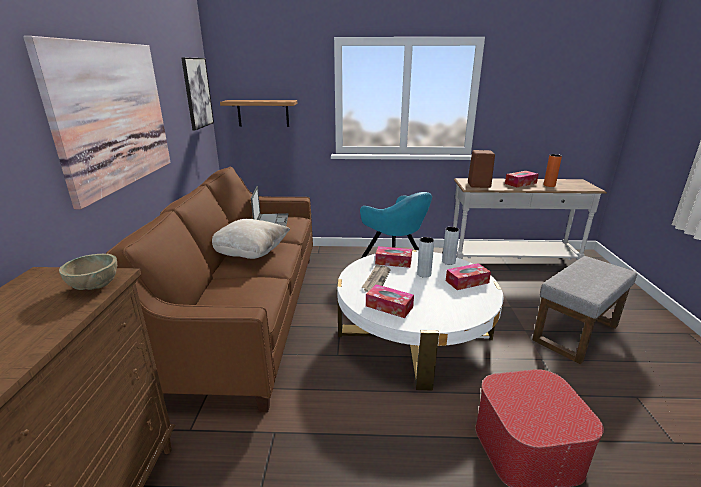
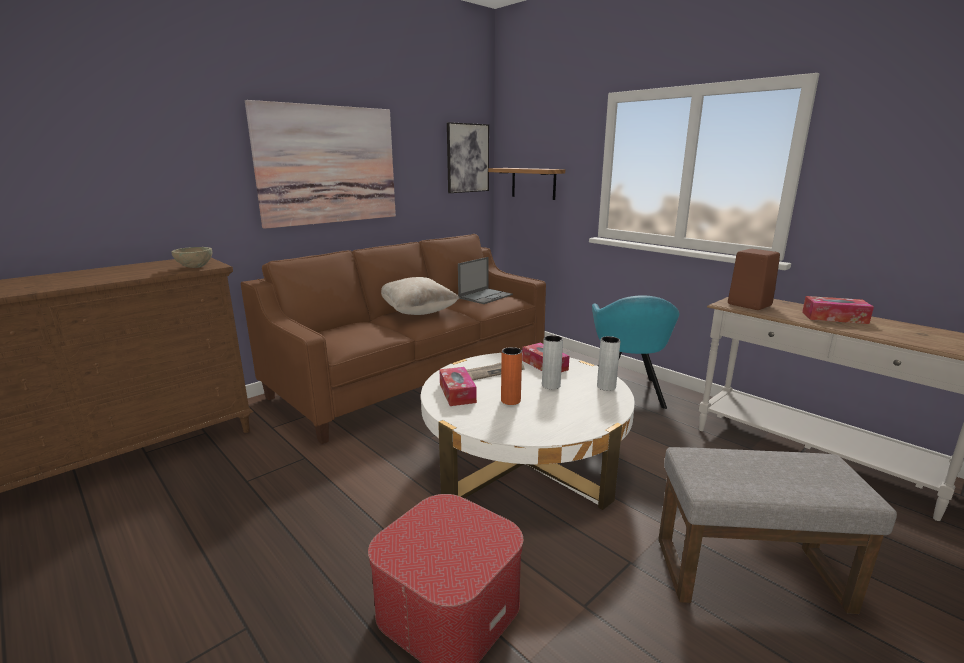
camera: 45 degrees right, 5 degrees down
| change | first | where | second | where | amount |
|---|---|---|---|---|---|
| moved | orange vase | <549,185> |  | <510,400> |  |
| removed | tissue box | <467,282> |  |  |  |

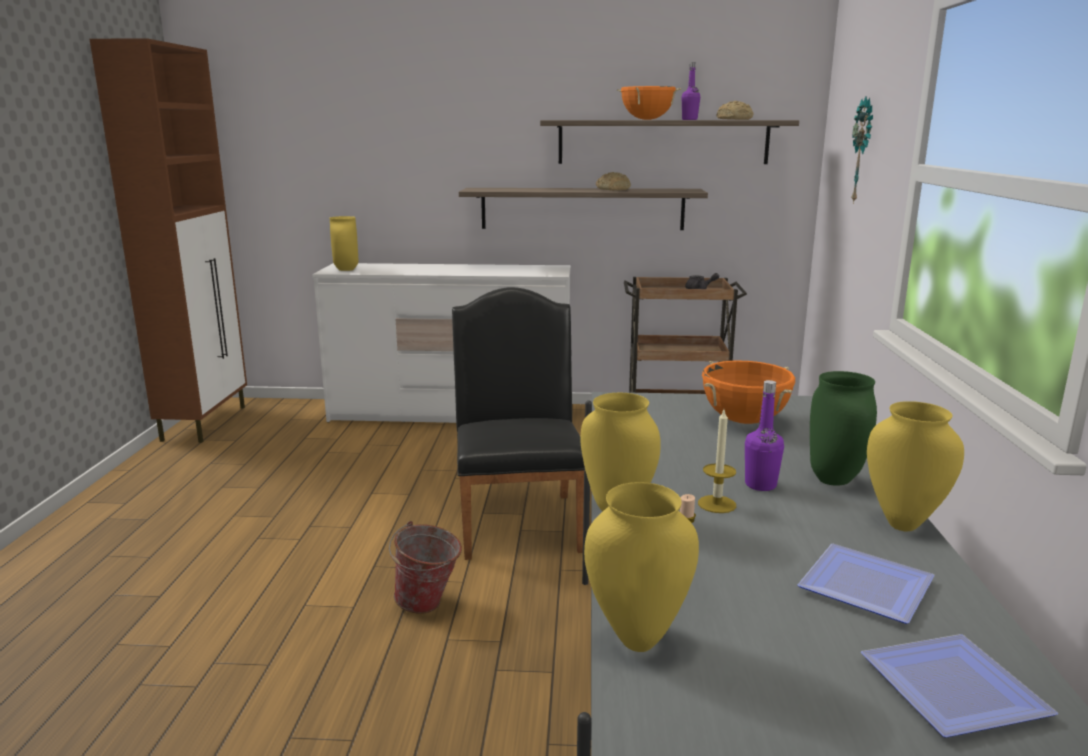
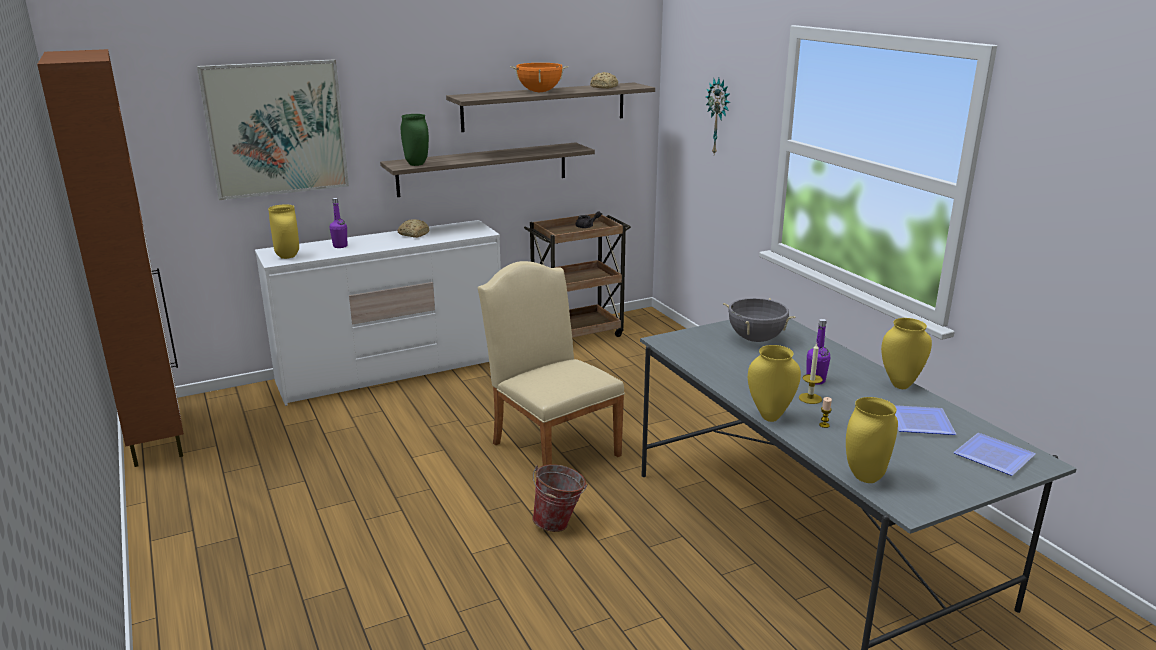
camera: 30 degrees left, 5 degrees up
| change | first | where | second | where | amount |
|---|---|---|---|---|---|
| moved | purple bottle | <689,119> |  | <340,246> |  |
| moved | bread | <613,190> |  | <413,234> |  |
| recoloured | black chair | <519,519> | beige chair | <551,445> |  |
| recoloured | orange cooking pot | <744,421> | grey cooking pot | <756,339> |  |
| moved | green vase | <832,480> |  | <416,164> |  |
| added |  |  | picture | <276,129> |  |

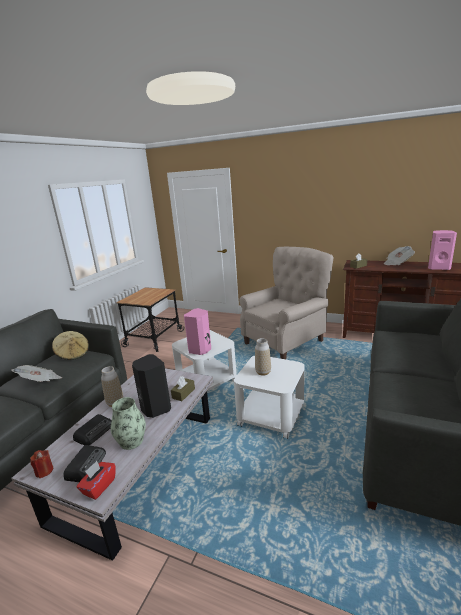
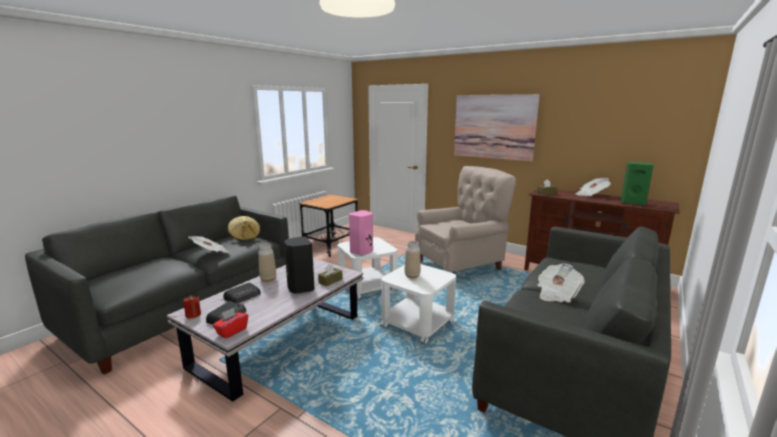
camera: 10 degrees right, 5 degrees down
| change | first | where | second | where | amount |
|---|---|---|---|---|---|
| recoloured | pink speaker | <438,268> | green speaker | <633,203> |  |
| removed | vase | <131,441> |  |  |  |
| added |  |  | picture | <494,127> |  |
| added |  |  | newspaper | <556,294> |  |

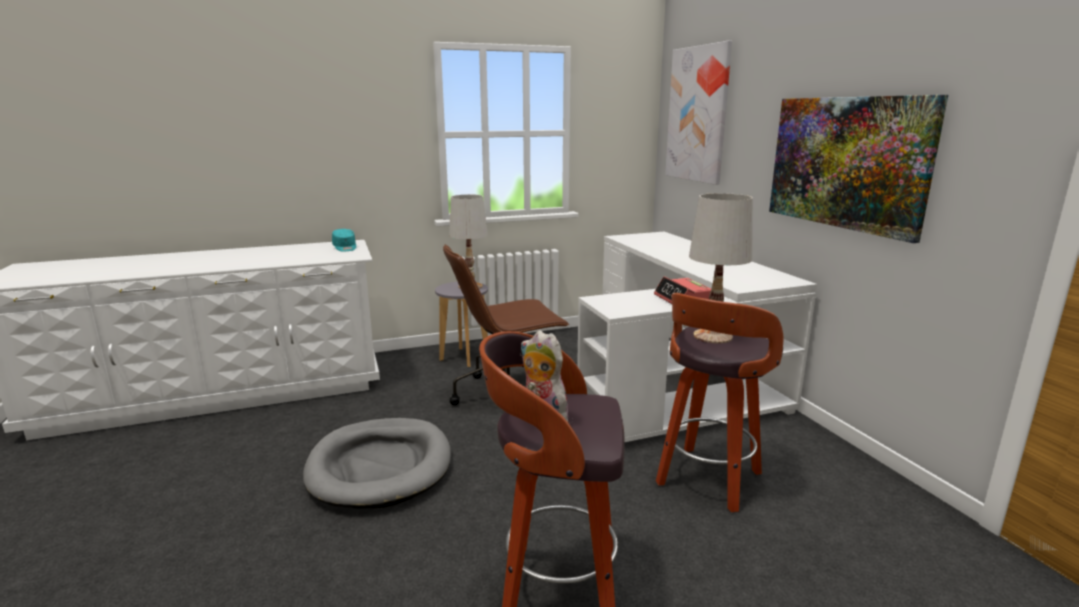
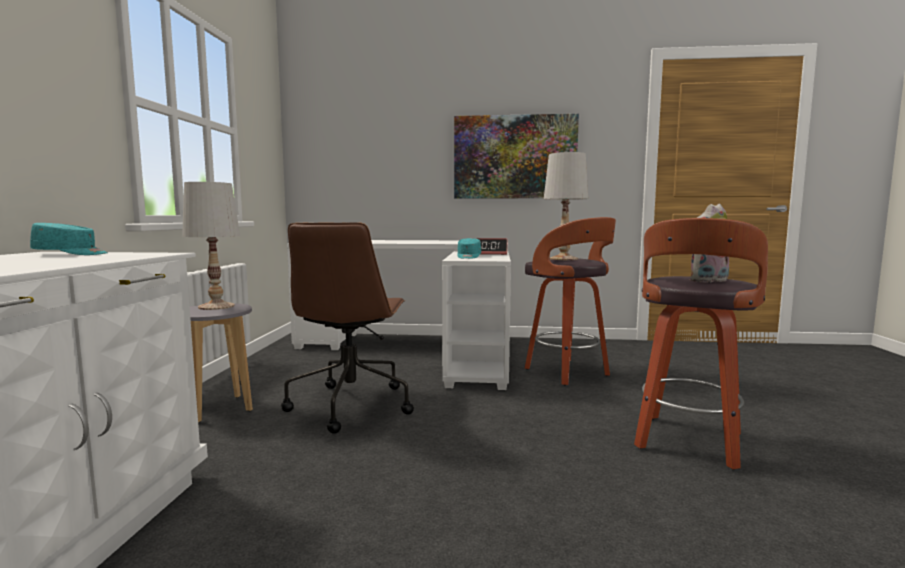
camera: 65 degrees left, 10 degrees down
| change | first | where | second | where | amount |
|---|---|---|---|---|---|
| removed | picture | <698,114> |  |  |  |
| removed | grey dog bed | <380,466> |  |  |  |
| added |  |  | turquoise cap | <468,257> |  |

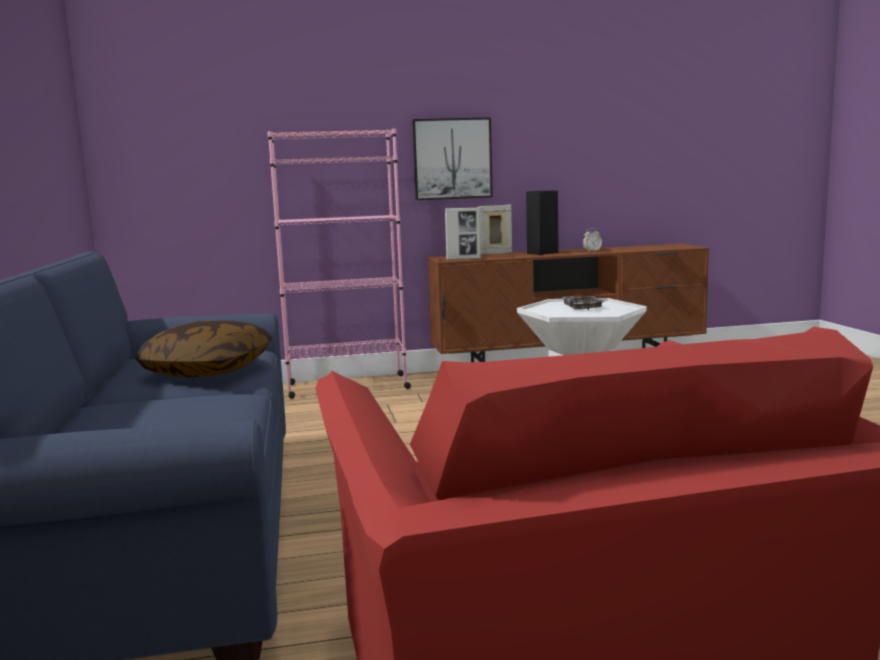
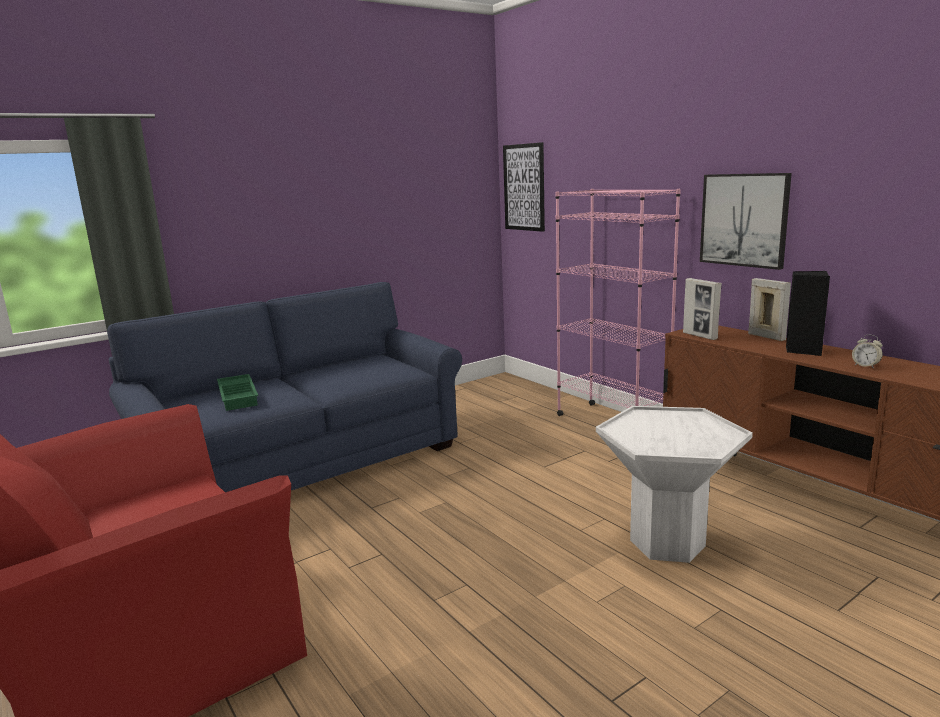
camera: 65 degrees right, 5 degrees up
| change | first | where | second | where | amount |
|---|---|---|---|---|---|
| removed | grey tray | <581,308> |  |  |  |
| removed | pillow | <208,370> |  |  |  |
| added |  |  | picture | <524,187> |  |
| added |  |  | green tray | <239,396> |  |

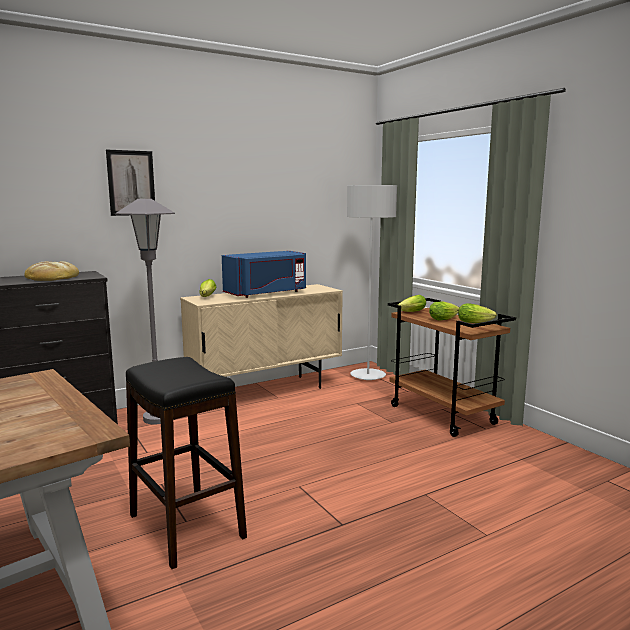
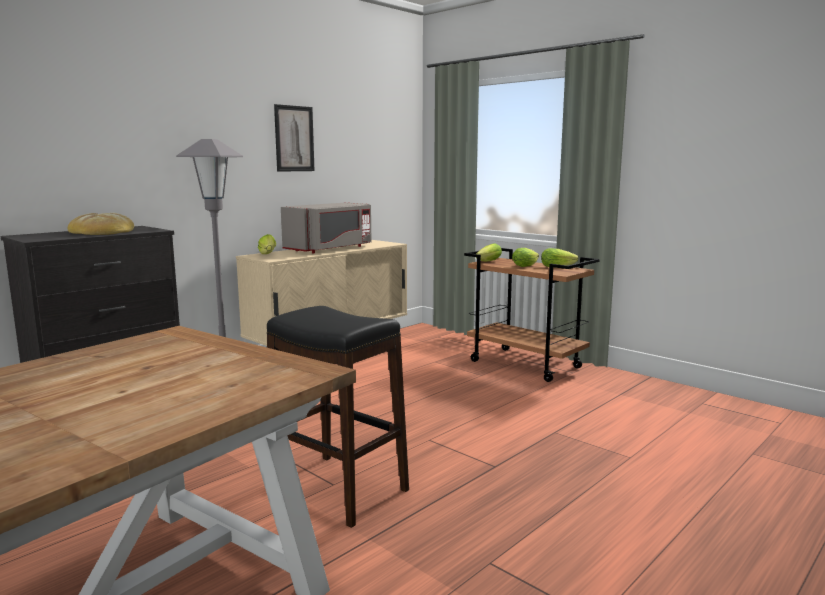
camera: 15 degrees left, 0 degrees up
| change | first | where | second | where | amount |
|---|---|---|---|---|---|
| moved | picture | <131,183> |  | <294,138> |  |
| removed | grey floor lamp | <368,376> |  |  |  |
| recoloured | blue microwave | <266,293> | grey microwave | <330,249> |  |

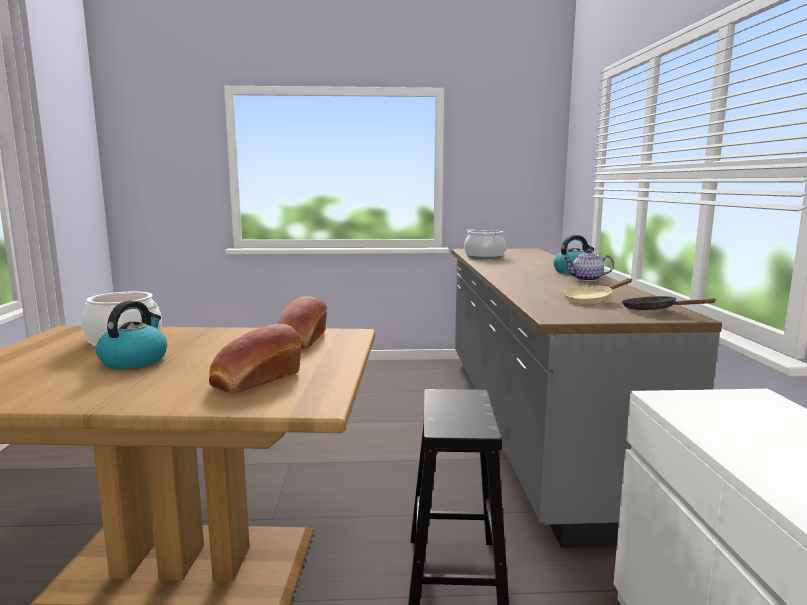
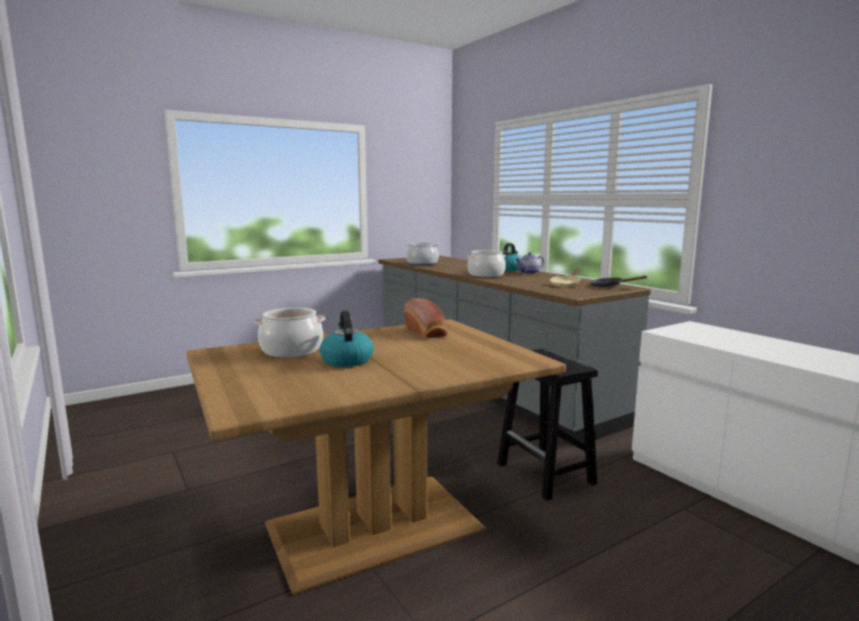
camera: 30 degrees left, 0 degrees up
| change | first | where | second | where | amount |
|---|---|---|---|---|---|
| removed | bread | <254,380> |  |  |  |
| added |  |  | cooking pot | <486,275> |  |

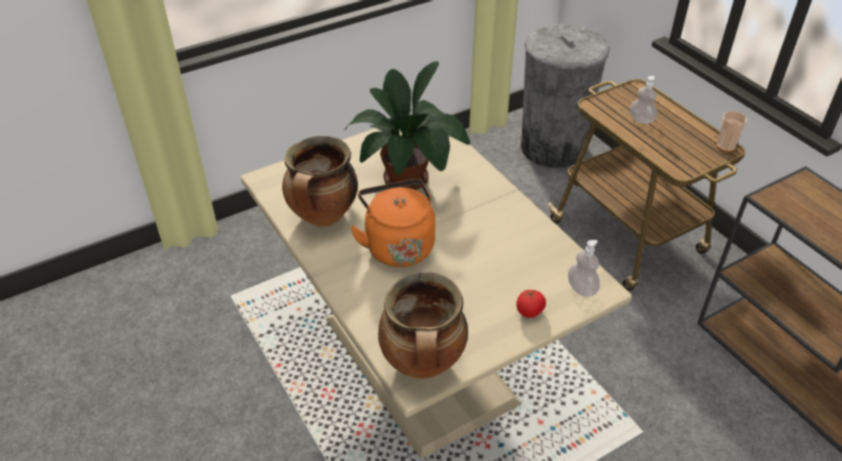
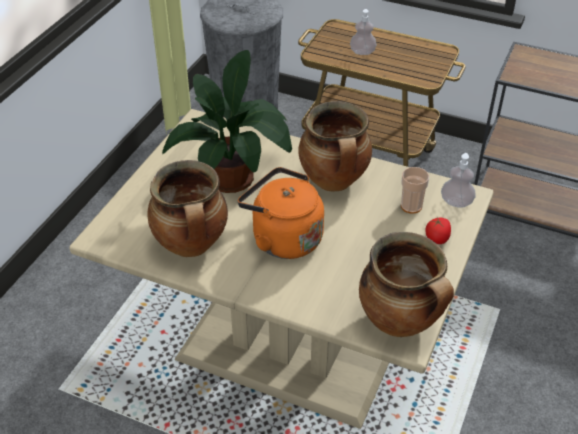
camera: 35 degrees left, 0 degrees up
| change | first | where | second | where | amount |
|---|---|---|---|---|---|
| moved | cup | <725,146> |  | <411,206> |  |
| added |  |  | cooking pot | <334,182> |  |

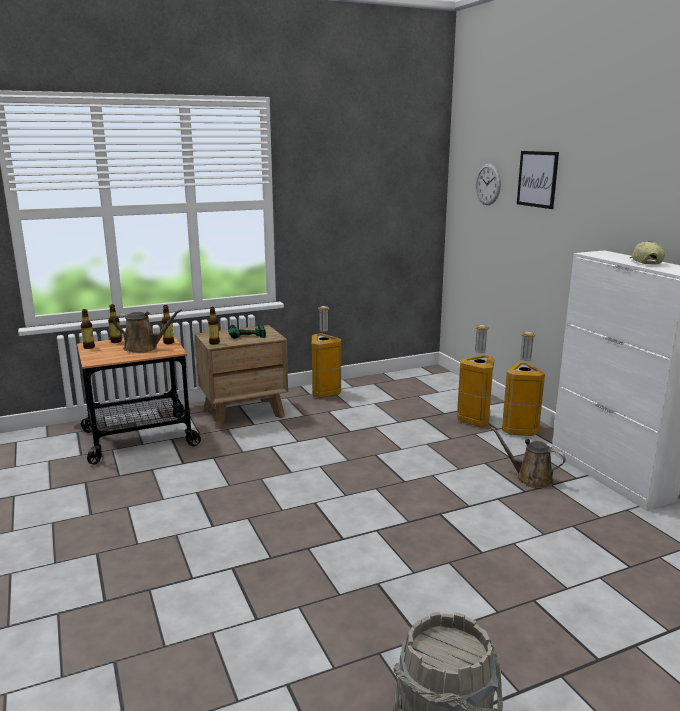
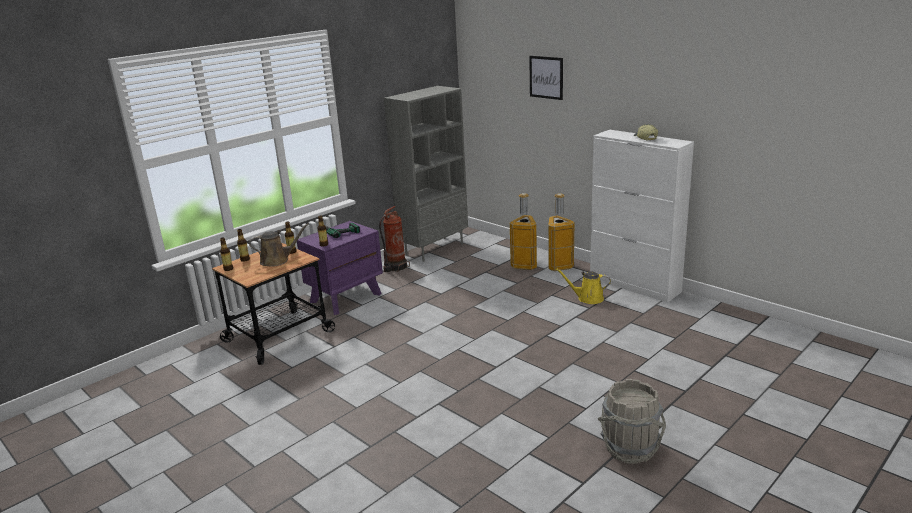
camera: 20 degrees left, 5 degrees up
| change | first | where | second | where | amount |
|---|---|---|---|---|---|
| removed | wall clock | <488,184> |  |  |  |
| replaced | trash can | <324,392> | fire extinguisher | <395,267> |  |
| recoloured | brown nightstand | <244,413> | purple nightstand | <346,297> |  |
| recoloured | brown watering can | <530,478> | yellow watering can | <587,298> |  |
| added |  |  | grey bookcase | <434,249> |  |

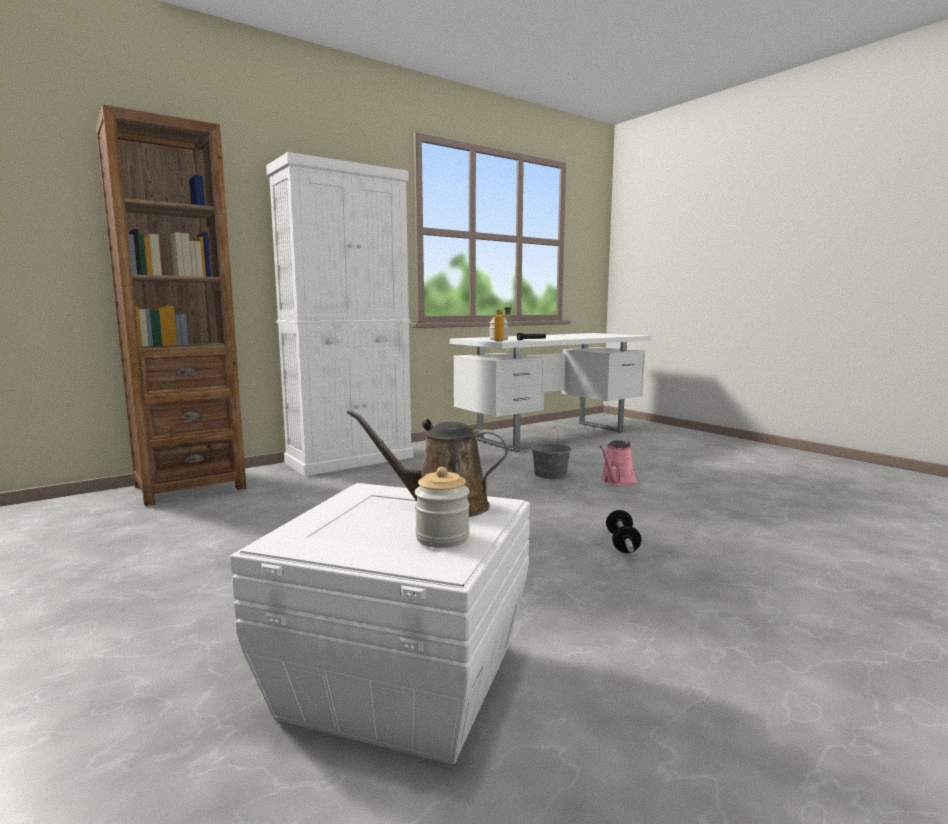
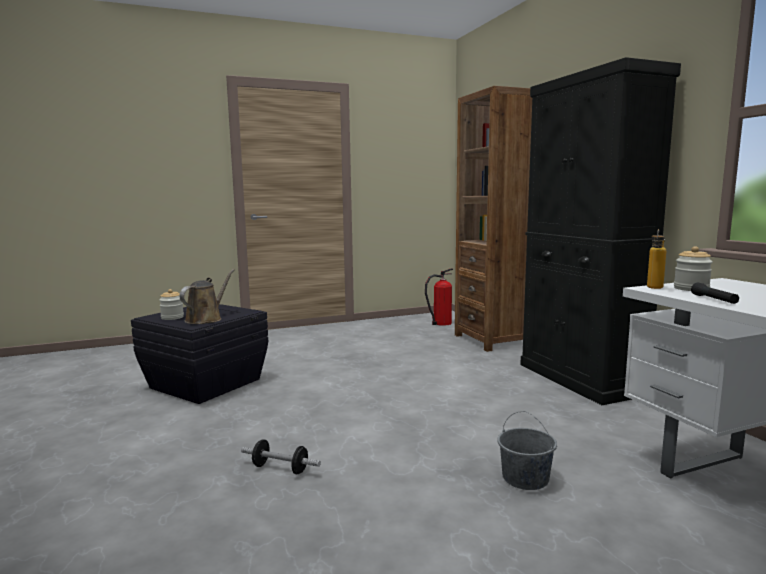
camera: 105 degrees right, 0 degrees up
| change | first | where | second | where | amount |
|---|---|---|---|---|---|
| recoloured | white cabinet | <350,460> | black cabinet | <580,379> |  |
| removed | pink watering can | <616,481> |  |  |  |
| recoloured | white storage box | <398,681> | black storage box | <205,383> |  |
| added |  |  | fire extinguisher | <441,323> |  |

